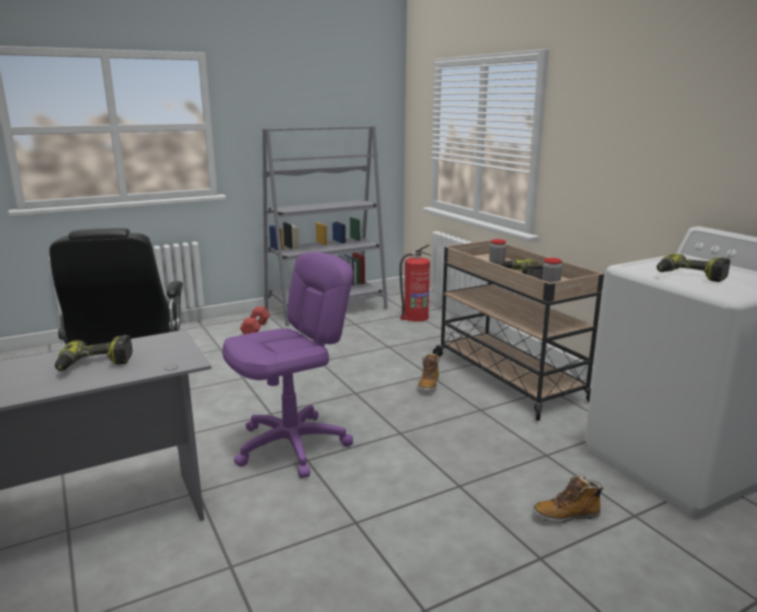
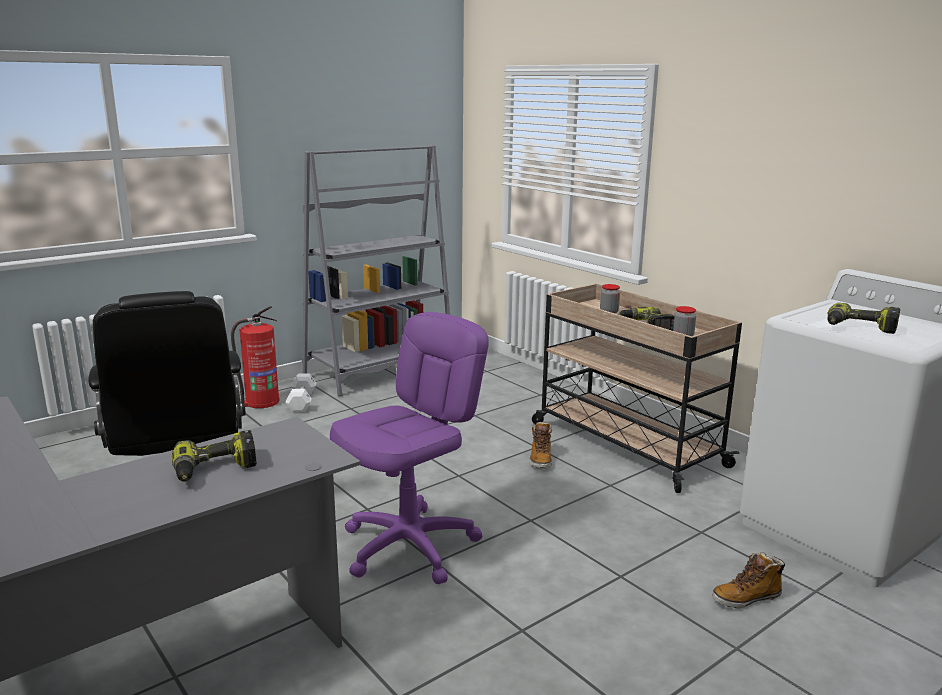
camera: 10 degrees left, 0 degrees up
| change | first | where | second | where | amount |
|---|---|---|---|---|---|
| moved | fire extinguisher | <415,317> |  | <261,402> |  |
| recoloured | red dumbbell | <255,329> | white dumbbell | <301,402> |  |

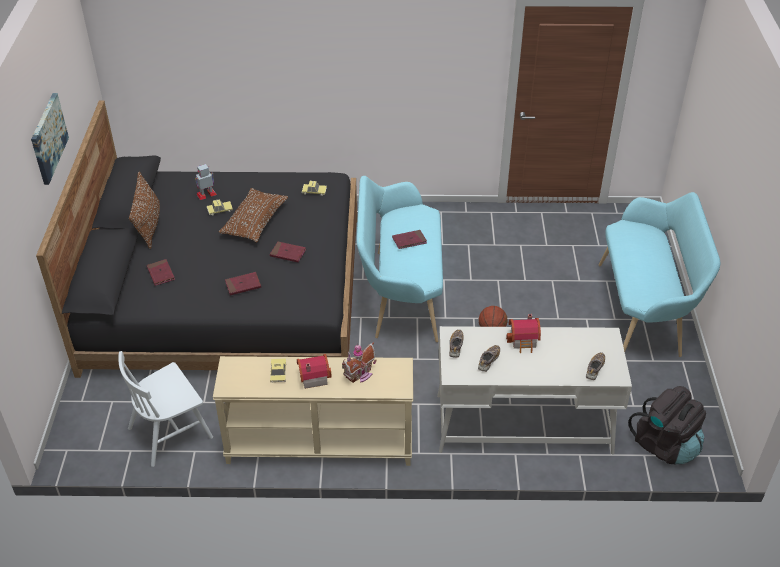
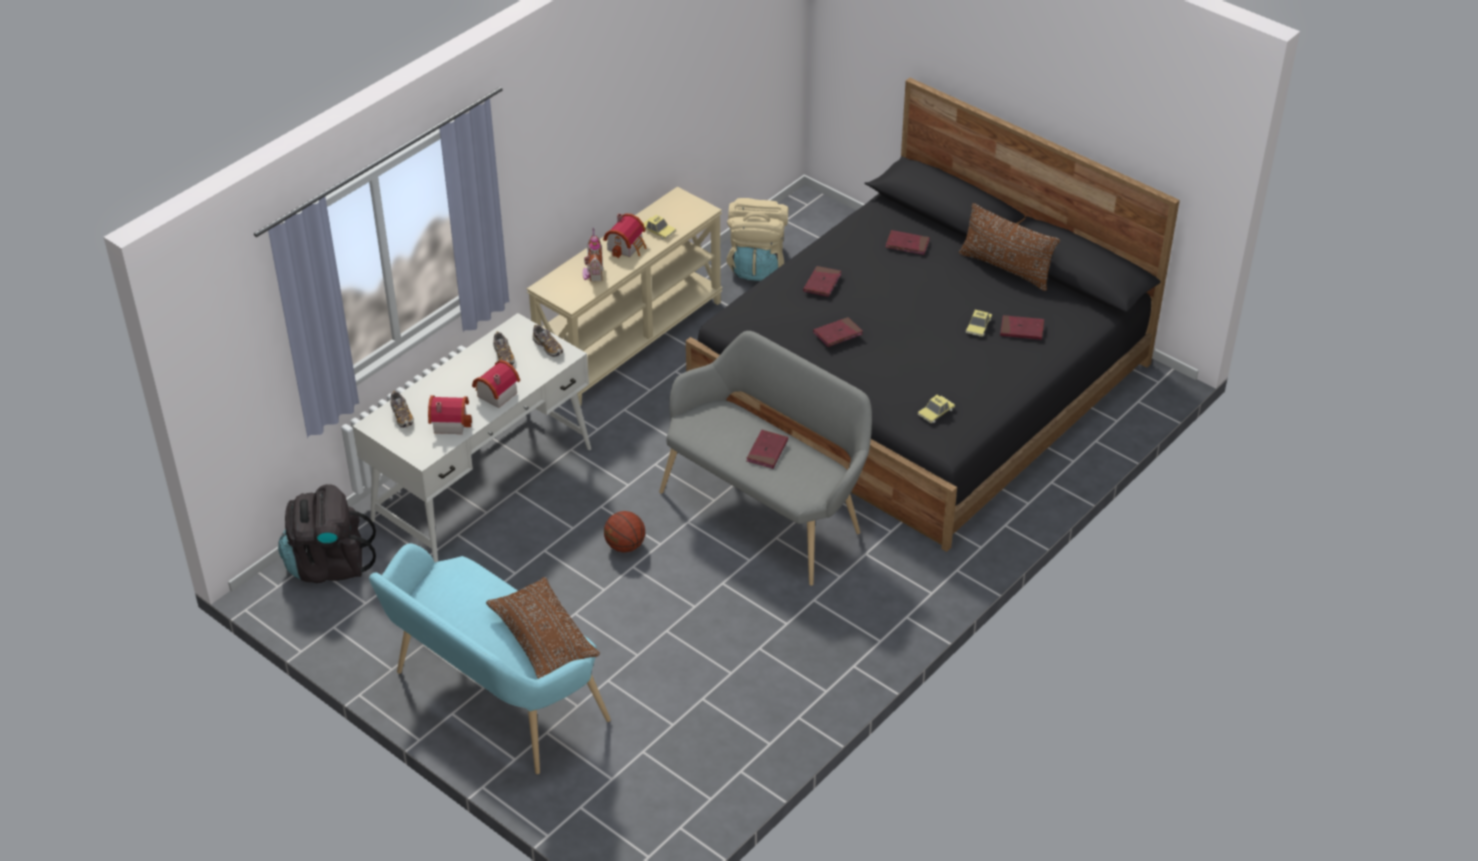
camera: 130 degrees right, 0 degrees up
| change | first | where | second | where | amount |
|---|---|---|---|---|---|
| removed | picture | <48,138> |  |  |  |
| replaced | toy robot | <206,194> | red book | <1021,329> |  |
| recoloured | turquoise bench | <400,293> | grey bench | <768,509> |  |
| moved | brown pillow | <255,222> |  | <543,639> |  |
| replaced | white chair | <170,432> | beige backpack | <757,265> |  |
| added |  |  | toy house | <449,422> |  |

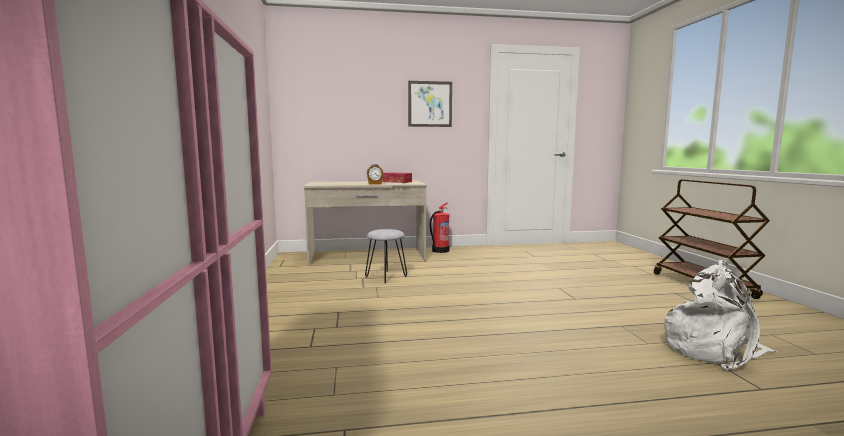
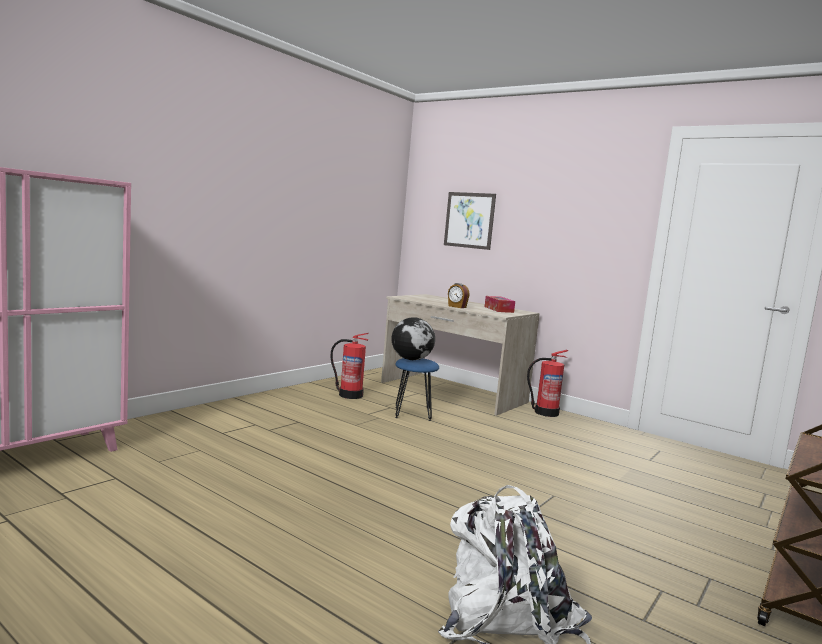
camera: 45 degrees right, 0 degrees up
| change | first | where | second | where | amount |
|---|---|---|---|---|---|
| moved | picture | <430,104> |  | <469,220> |  |
| recoloured | grey stool | <385,277> | blue stool | <412,413> |  |
| added |  |  | globe | <411,359> |  |
| added |  |  | fire extinguisher | <350,395> |  |

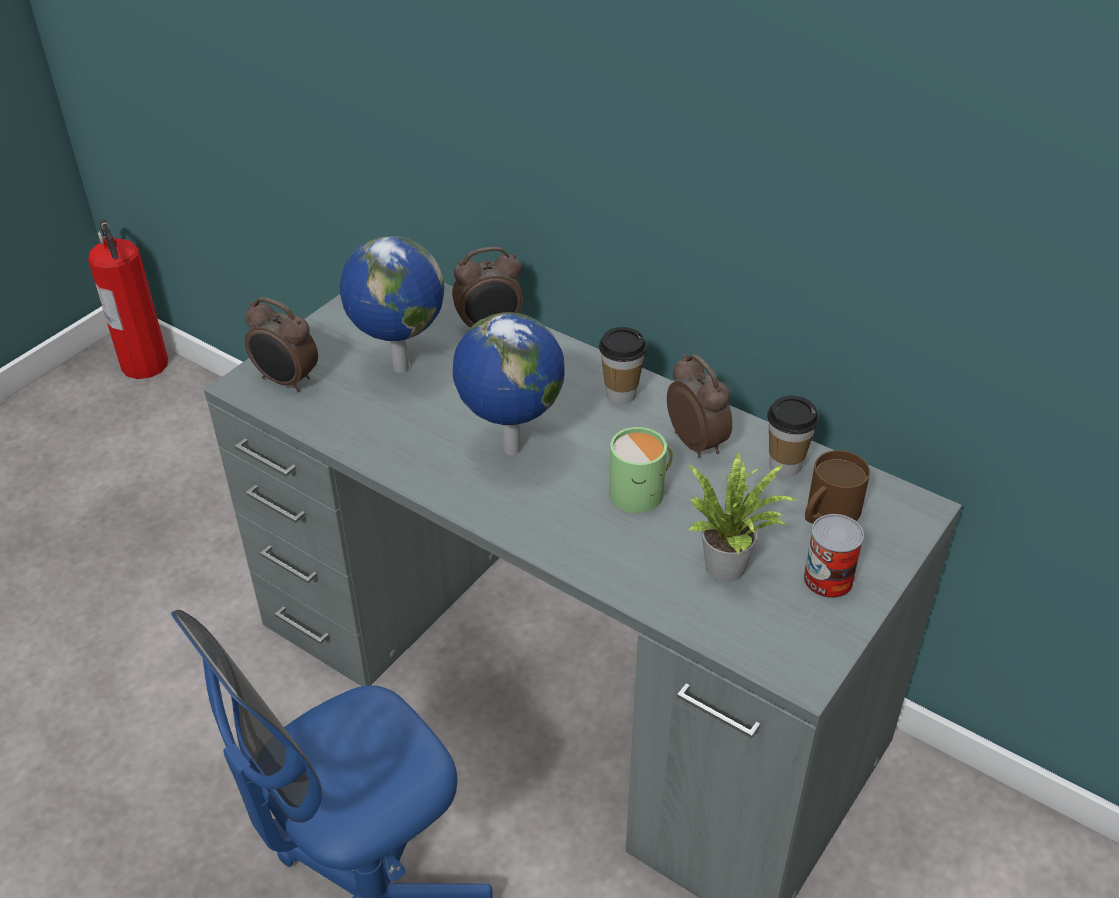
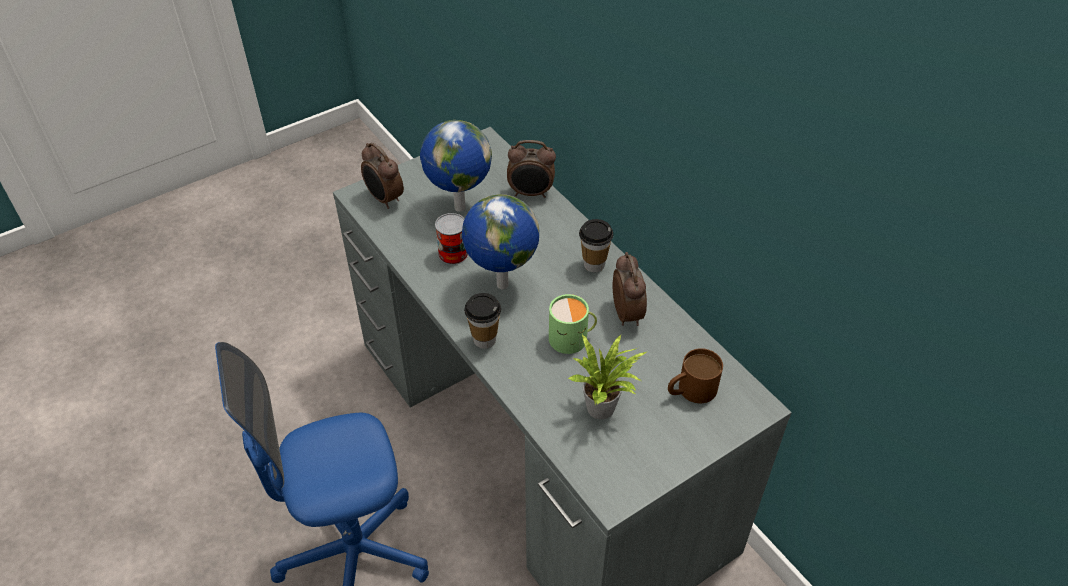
camera: 20 degrees right, 5 degrees up
| change | first | where | second | where | amount |
|---|---|---|---|---|---|
| removed | fire extinguisher | <144,363> |  |  |  |
| moved | cup | <785,465> |  | <484,340> |  |
| moved | can | <827,580> |  | <453,254> |  |

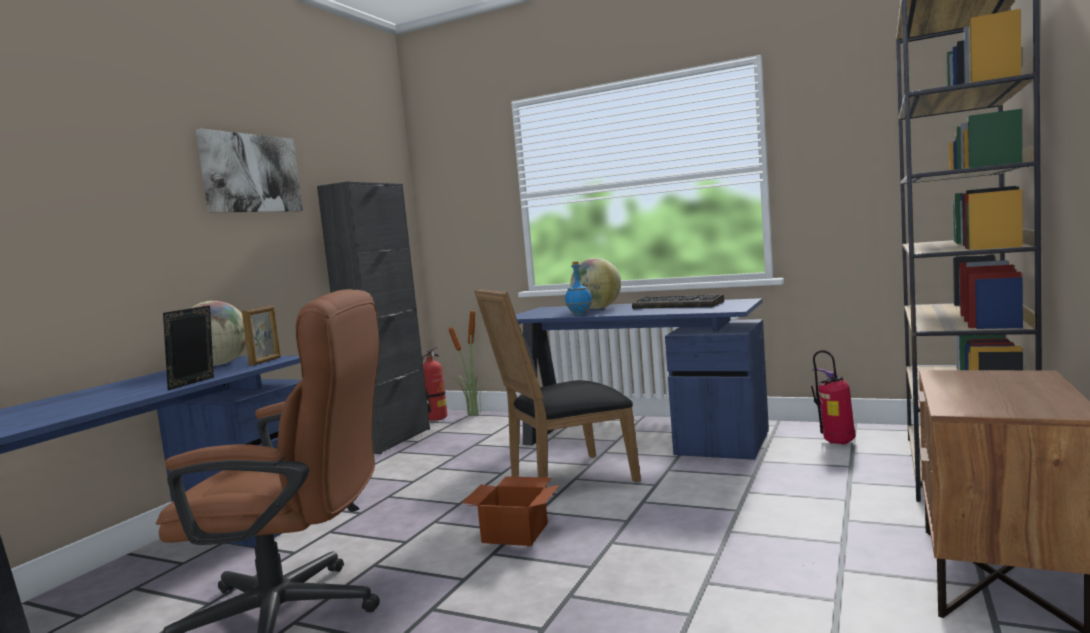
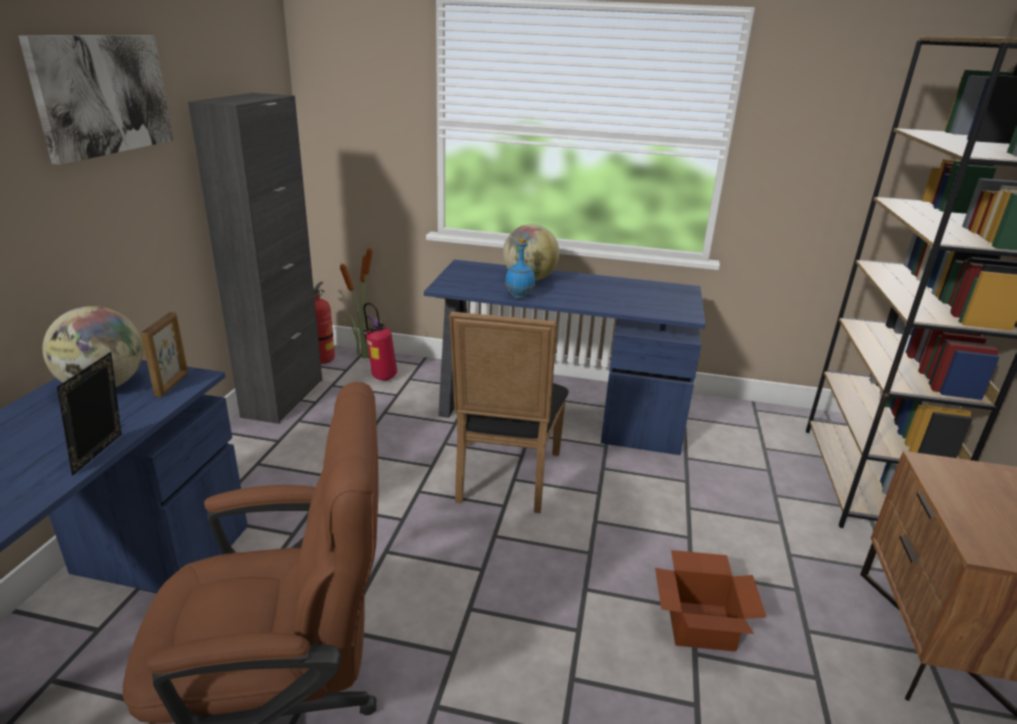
camera: 15 degrees left, 20 degrees up
| change | first | where | second | where | amount |
|---|---|---|---|---|---|
| turned | black chair | <565,479> |  | <504,480> | 45 degrees counterclockwise |
| removed | keyboard | <679,305> |  |  |  |
| moved | fire extinguisher | <836,442> |  | <381,377> |  |
| moved | cardboard box | <517,532> |  | <701,623> |  |

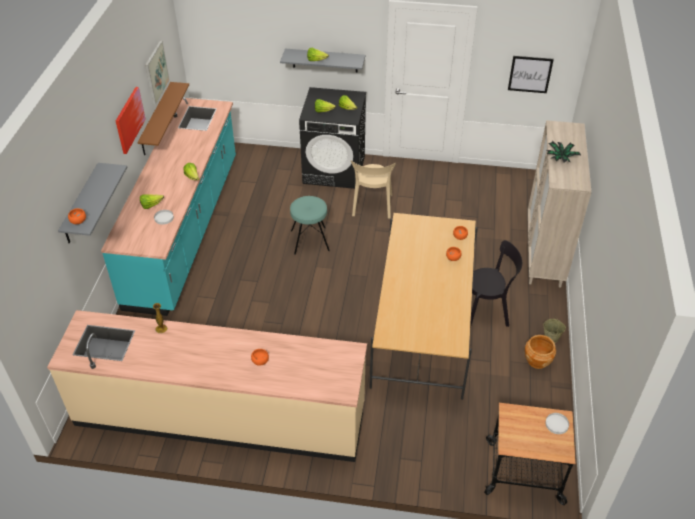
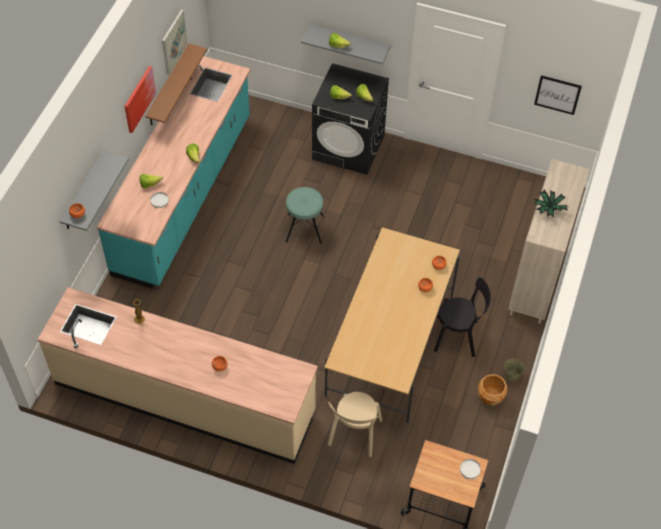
camera: 10 degrees right, 10 degrees up
| change | first | where | second | where | amount |
|---|---|---|---|---|---|
| moved | beige chair | <372,207> |  | <354,435> |  |

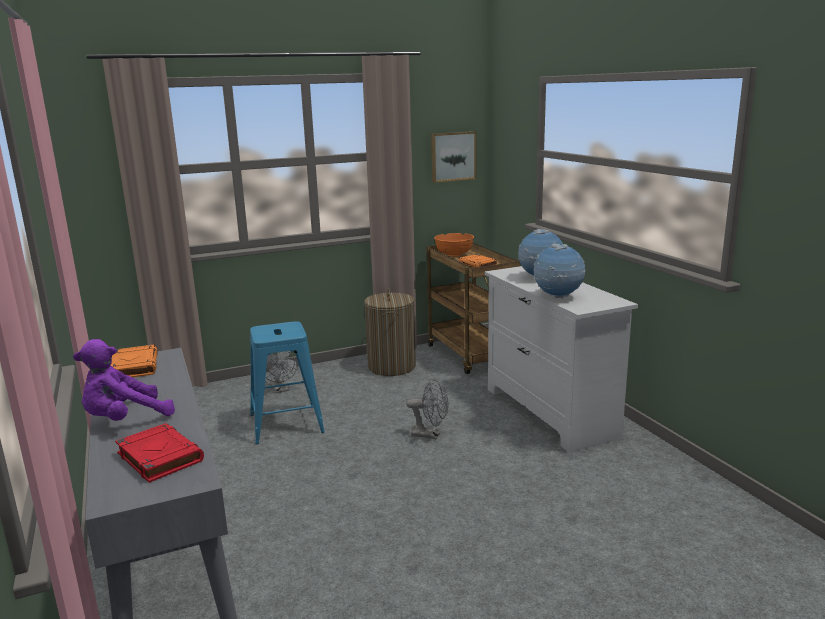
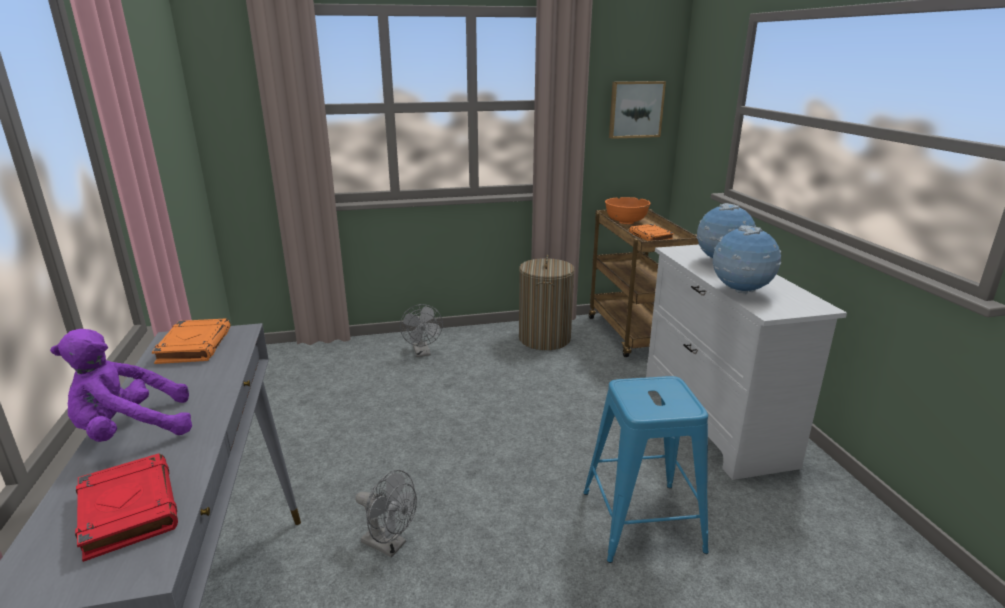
camera: 10 degrees right, 5 degrees up
| change | first | where | second | where | amount |
|---|---|---|---|---|---|
| moved | blue stool | <286,423> |  | <641,520> |  |
| moved | grey fan | <430,435> |  | <389,545> |  |

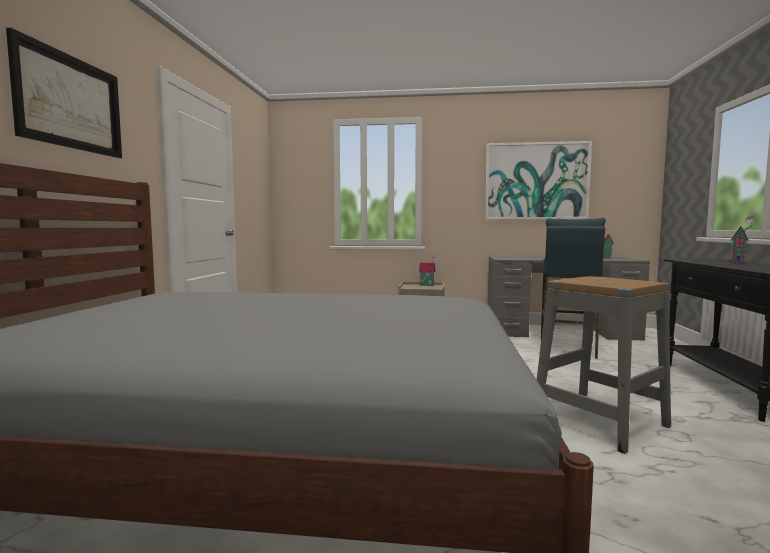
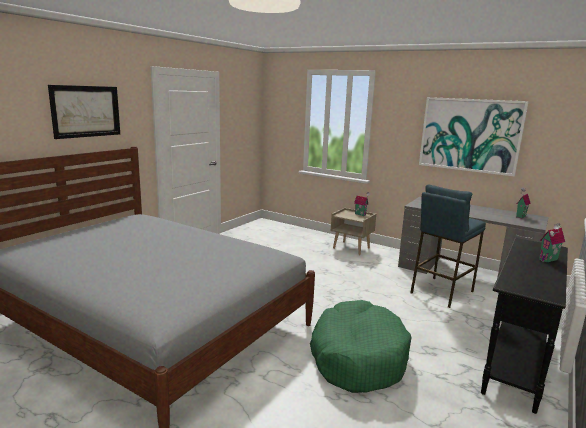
camera: 25 degrees right, 10 degrees up
| change | first | where | second | where | amount |
|---|---|---|---|---|---|
| replaced | grey stool | <600,421> | green dog bed | <357,357> |  |

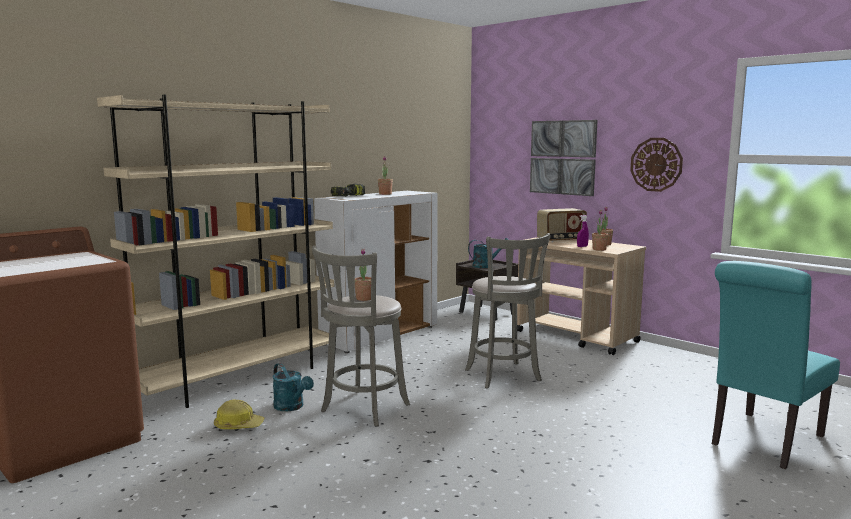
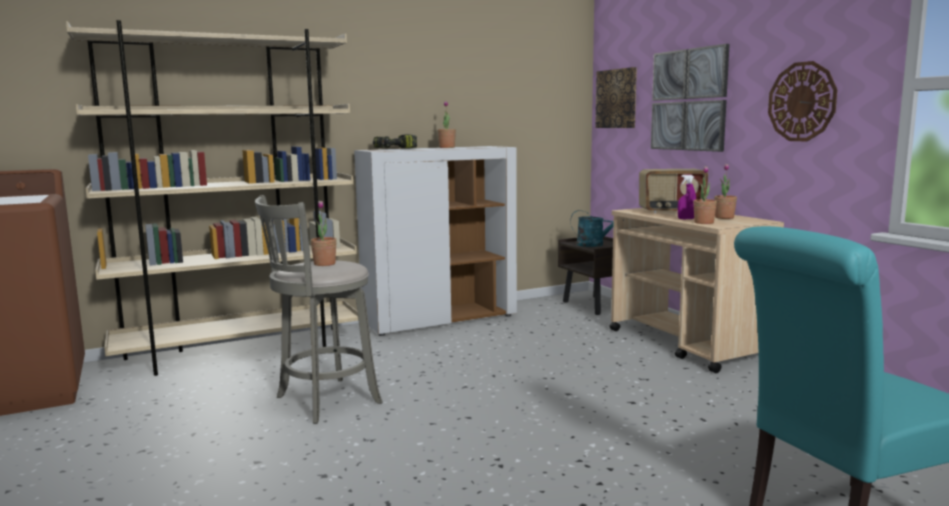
camera: 20 degrees right, 0 degrees up
| change | first | where | second | where | amount |
|---|---|---|---|---|---|
| removed | grey stool | <504,376> |  |  |  |
| removed | turquoise watering can | <292,407> |  |  |  |
| removed | hard hat | <238,425> |  |  |  |
| added |  |  | picture | <617,98> |  |

